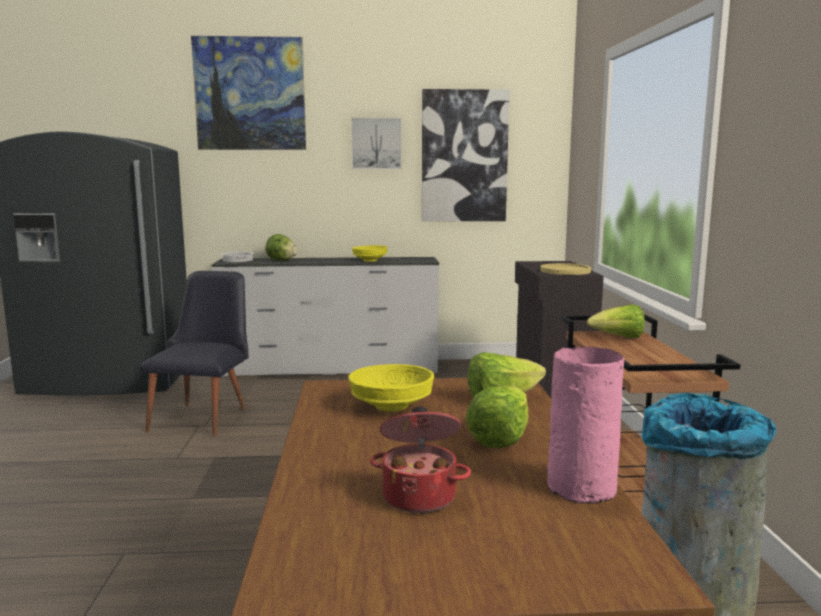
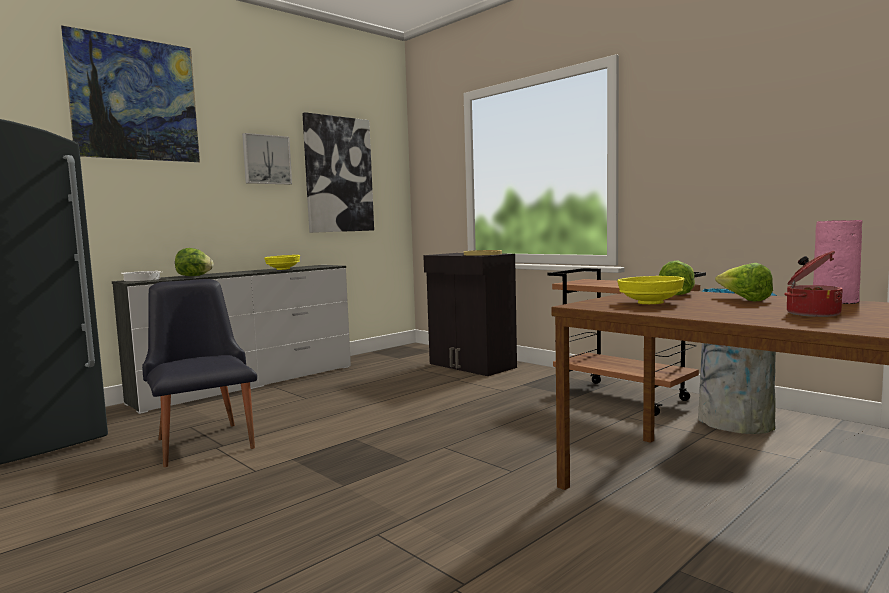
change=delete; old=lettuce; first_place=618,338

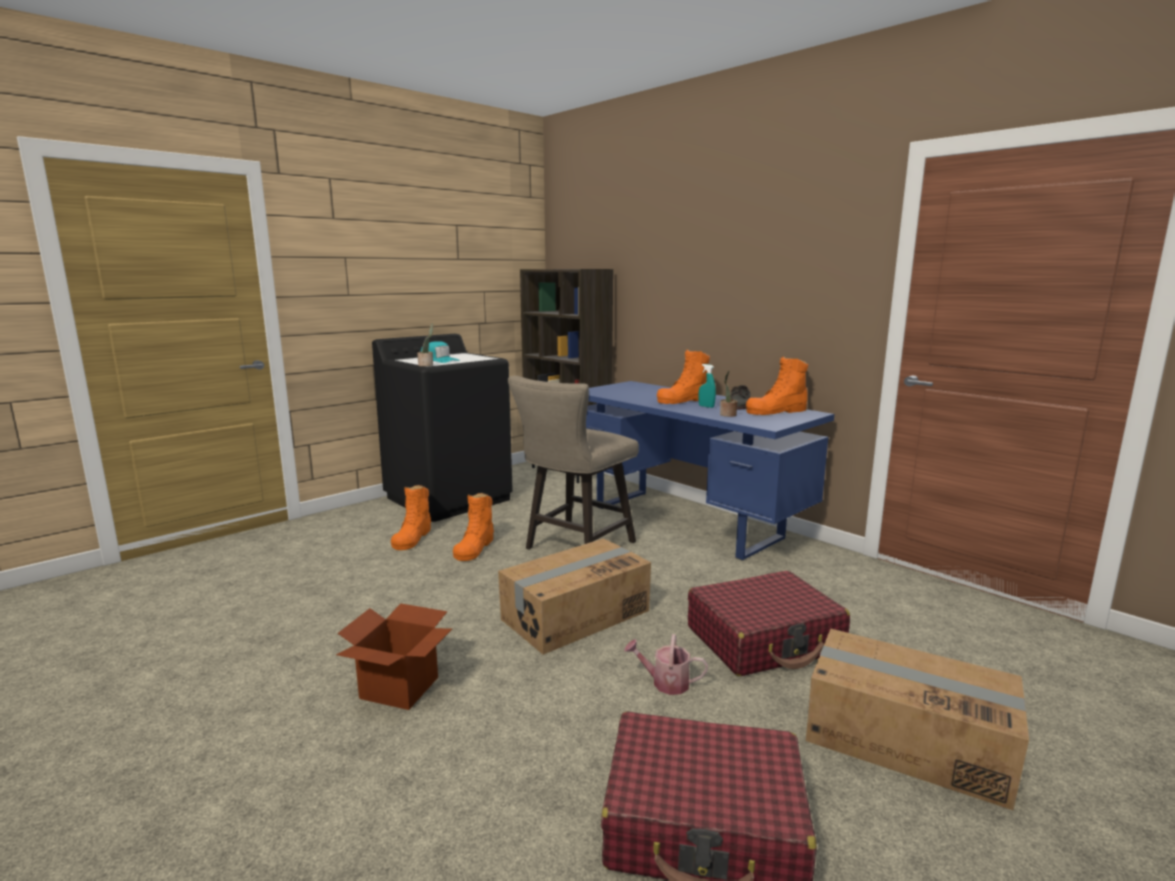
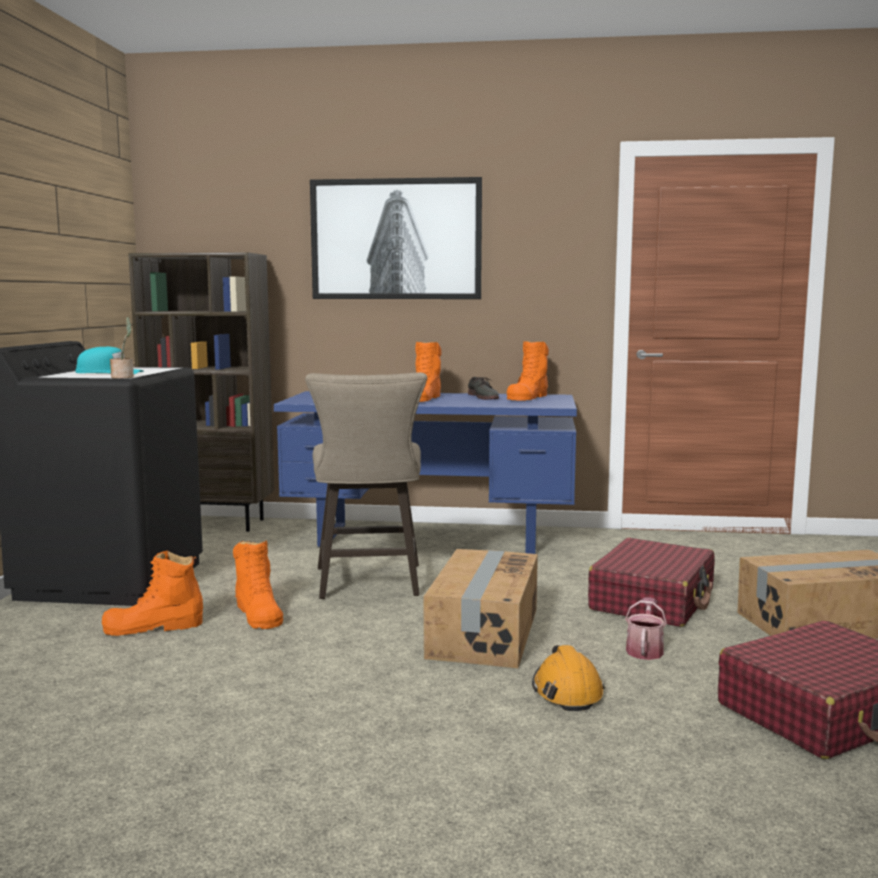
change=rotate; old=boot/orange; first_place=412,538; second_place=153,627; degrees=105
change=insert; new=picture; second_place=396,239
change=insert; new=hard hat/orange; second_place=566,691
change=rotate; old=watering can; first_place=665,683; second_place=644,649; degrees=135
change=delete; old=cardboard box; first_place=399,688
change=delete; old=spray bottle/turquoise; first_place=706,406
change=delete; old=potted plant; first_place=727,415

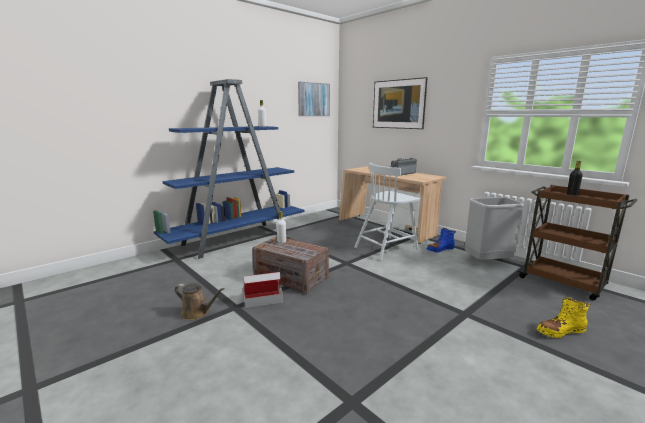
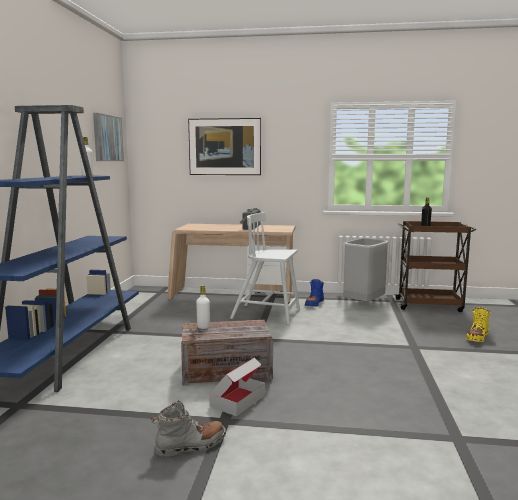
change=replace; old=watering can/brown; new=boot/grey; first_place=197,313; second_place=191,445
change=rotate; old=chair/white; first_place=386,248; second_place=267,314; degrees=90

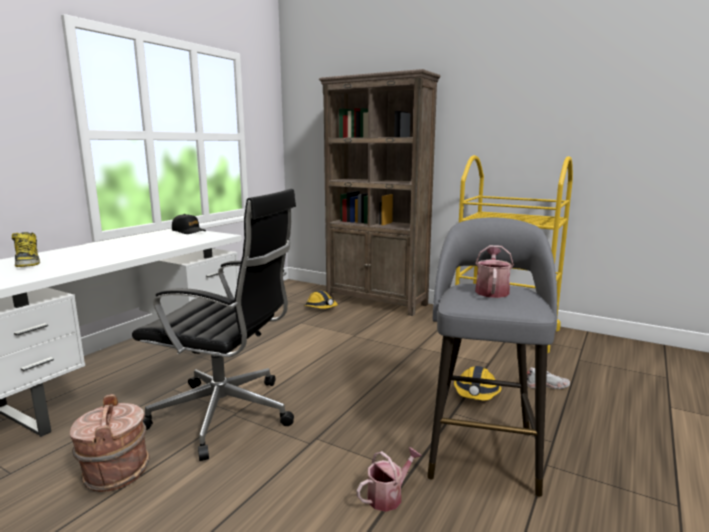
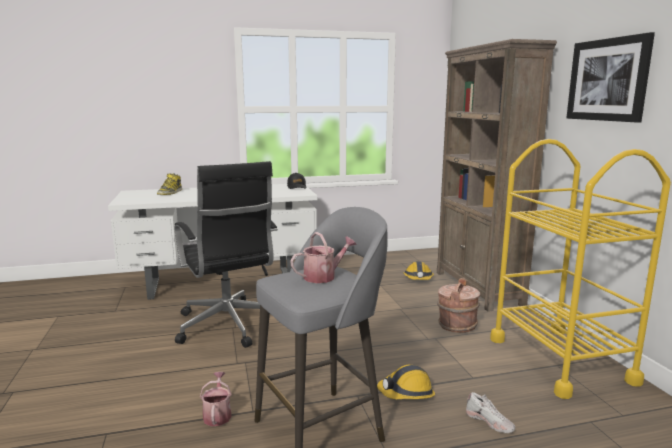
change=rotate; old=watering can; first_place=388,496; second_place=217,414; degrees=-105
change=move; old=bucket/brown; first_place=115,472; second_place=456,325
change=insert; new=picture; second_place=608,80

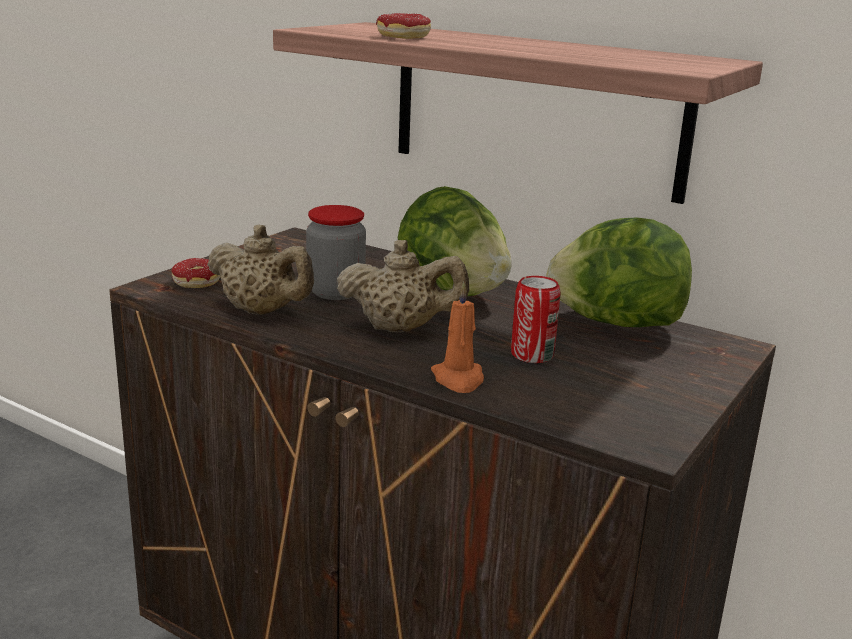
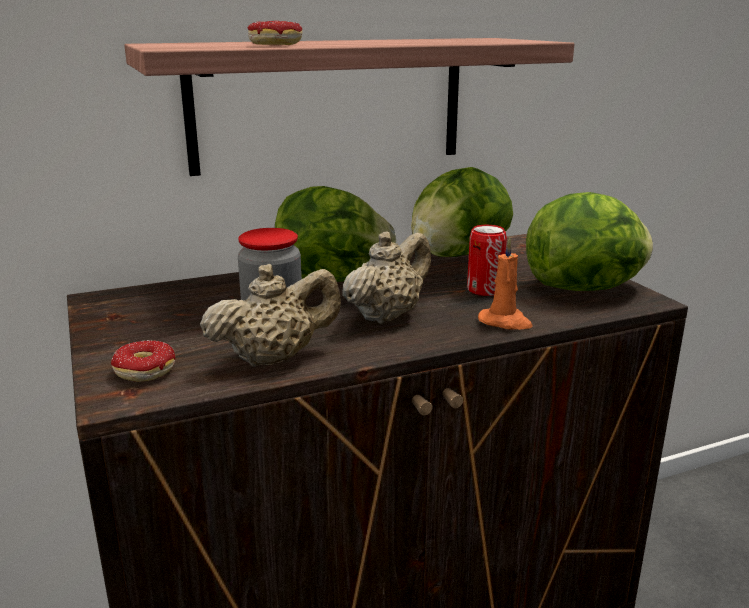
change=insert; new=lettuce; second_place=585,288

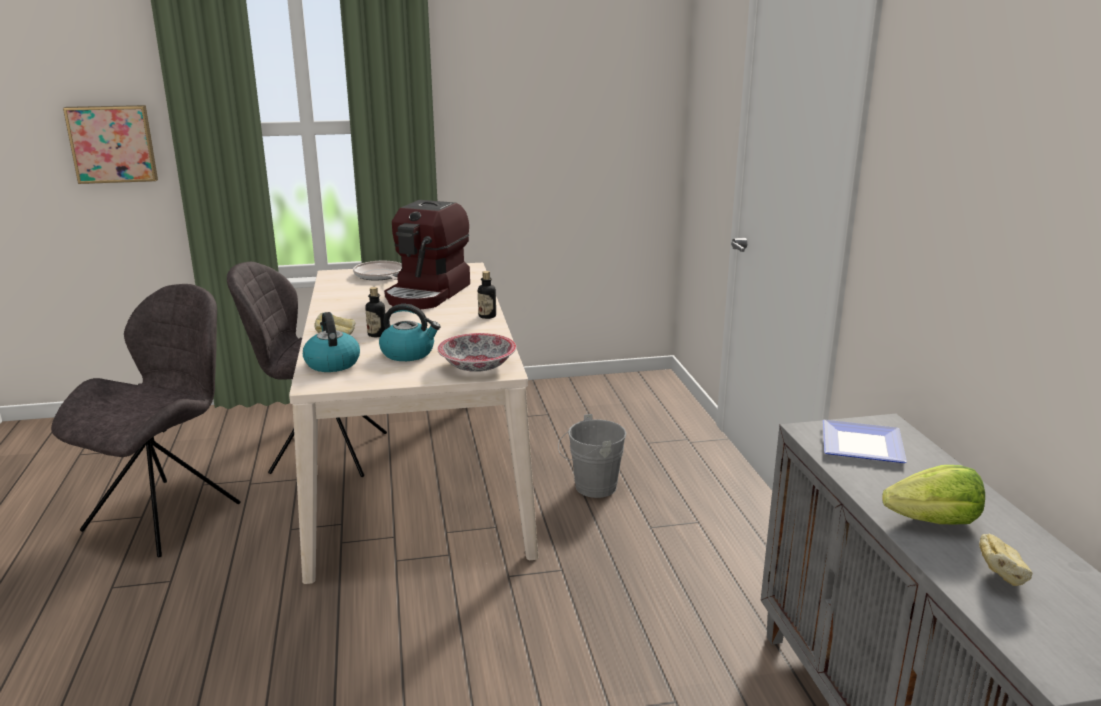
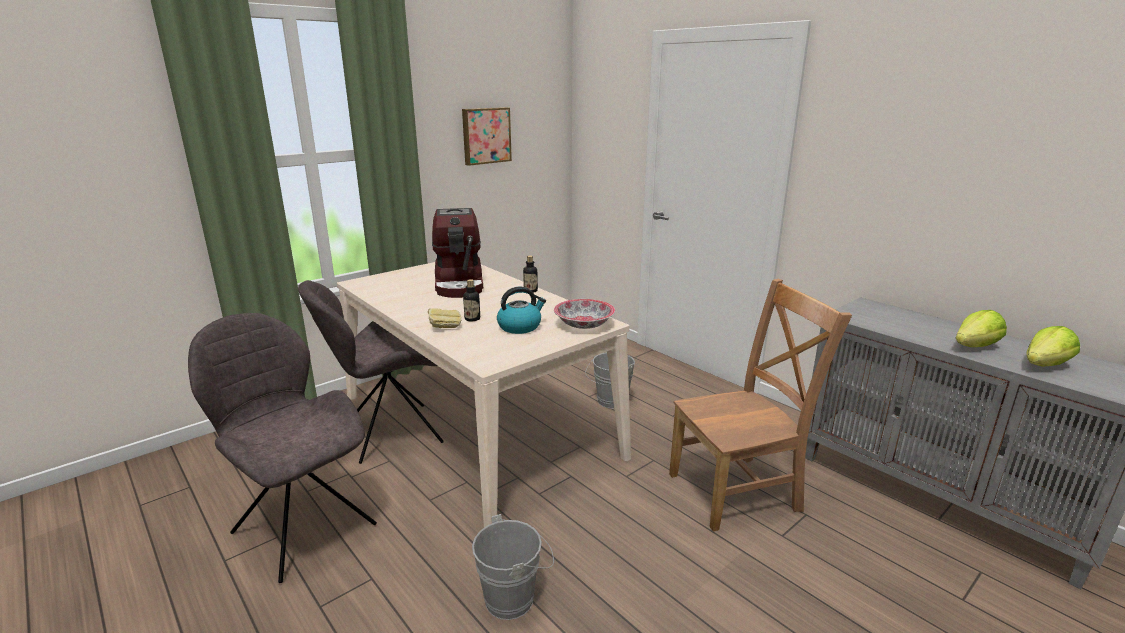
change=rotate; old=chair/grey; first_place=167,514; second_place=302,526; degrees=-45
change=move; old=picture; first_place=113,144; second_place=485,135
change=insert; new=bucket/grey; second_place=515,598
change=insert; new=chair/brown; second_place=738,491
change=replace; old=bread; new=lettuce; first_place=999,578; second_place=1044,365
change=delete; old=kettle; first_place=332,363
change=delete; old=frying pan; first_place=380,276
change=delete; old=plate; first_place=859,446

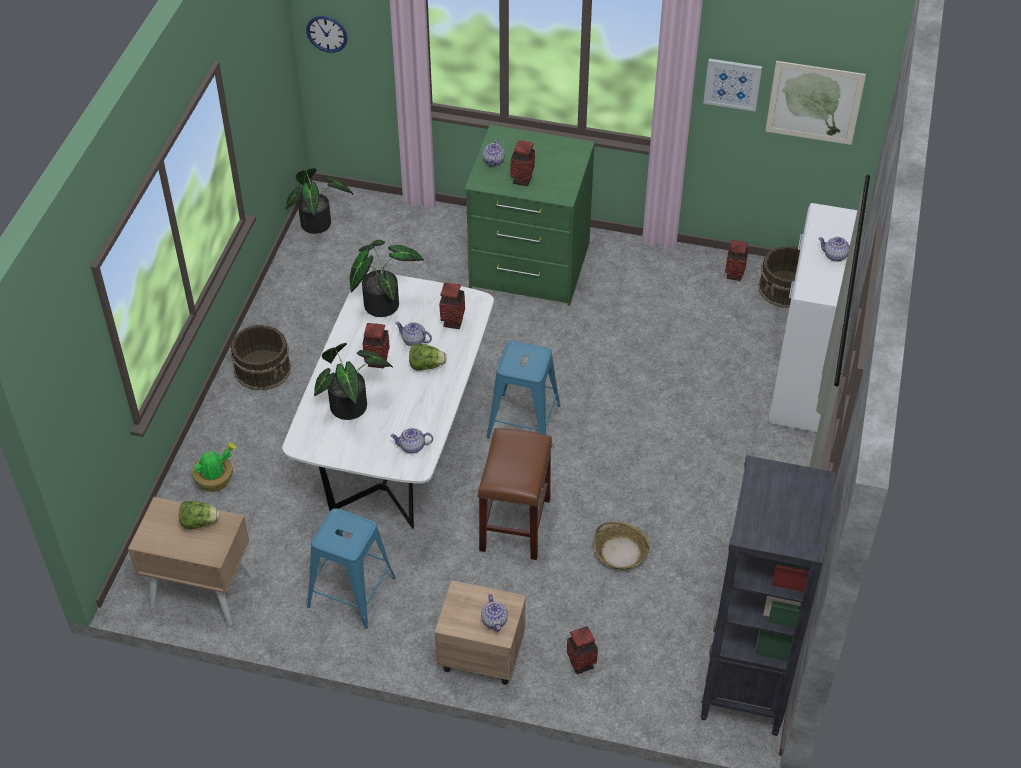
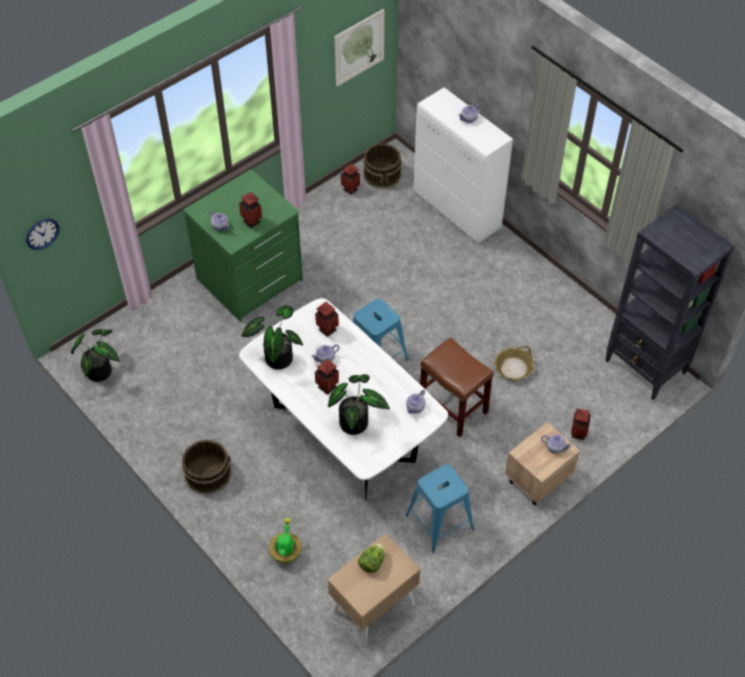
change=delete; old=lettuce; first_place=426,365
change=delete; old=picture; first_place=732,83

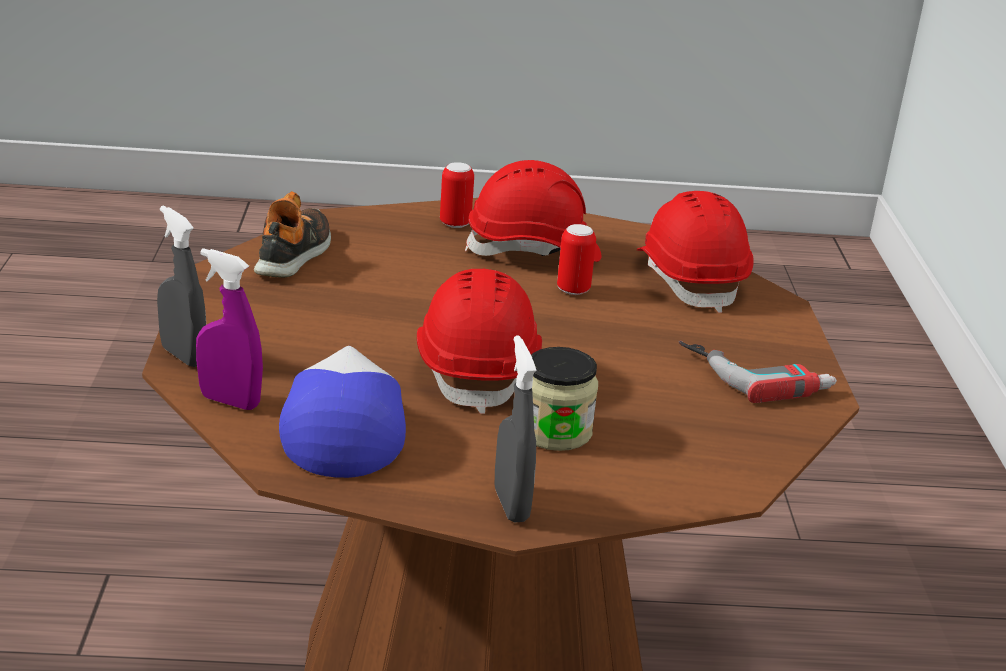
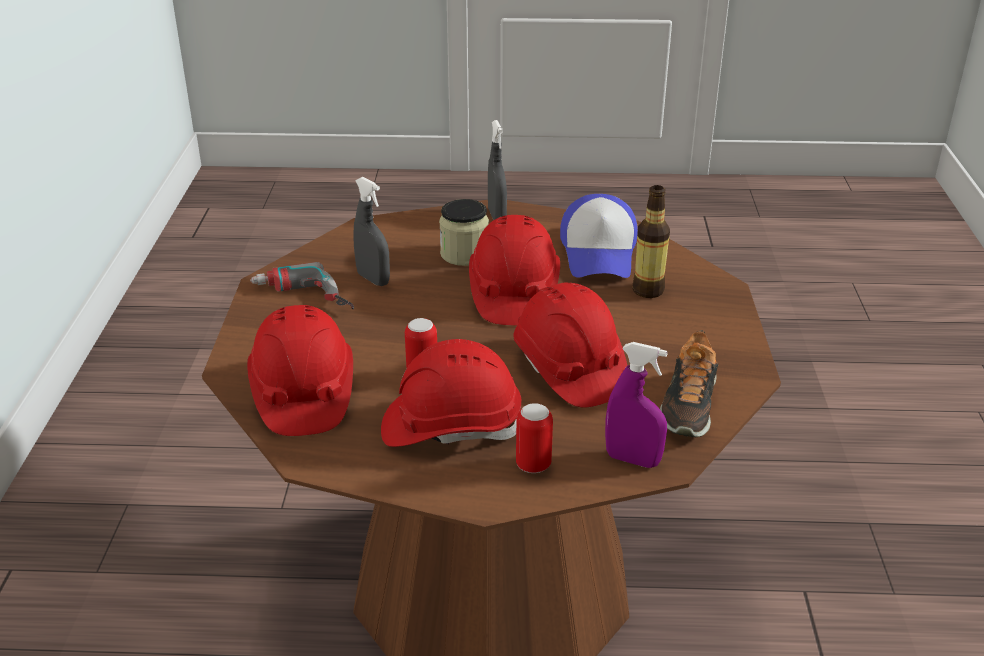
change=move; old=spray bottle/grey; first_place=183,356; second_place=373,279
change=insert; new=hard hat/red; second_place=569,369
change=move; old=spray bottle/purple; first_place=230,401; second_place=632,459
change=insert; new=bottle; second_place=648,290

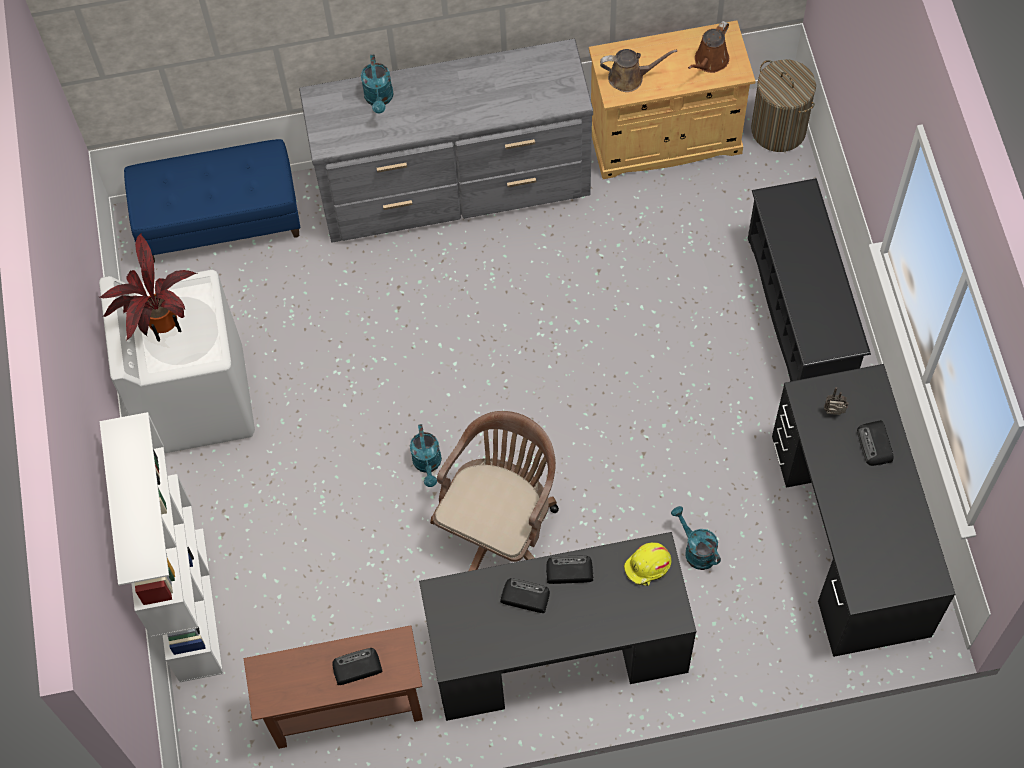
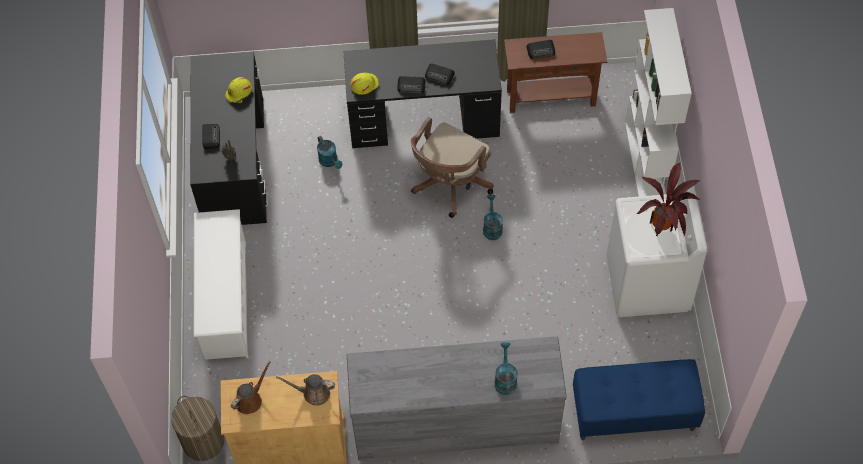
change=recolor; old=shoe rack/black; new=shoe rack/white; first_place=800,312; second_place=226,300
change=insert; new=hard hat/yellow; second_place=239,93

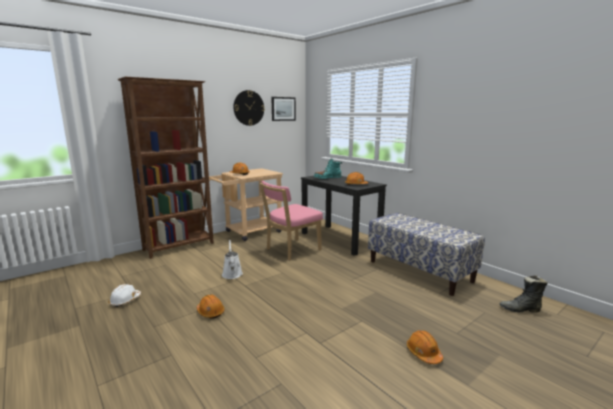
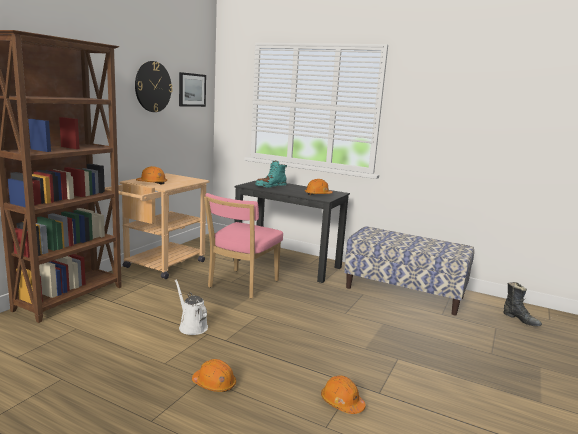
change=move; old=hard hat/orange; first_place=423,353; second_place=341,403
change=rotate; old=boot/black; first_place=520,309; second_place=520,319; degrees=-105
change=delete; old=hard hat/white; first_place=125,300

